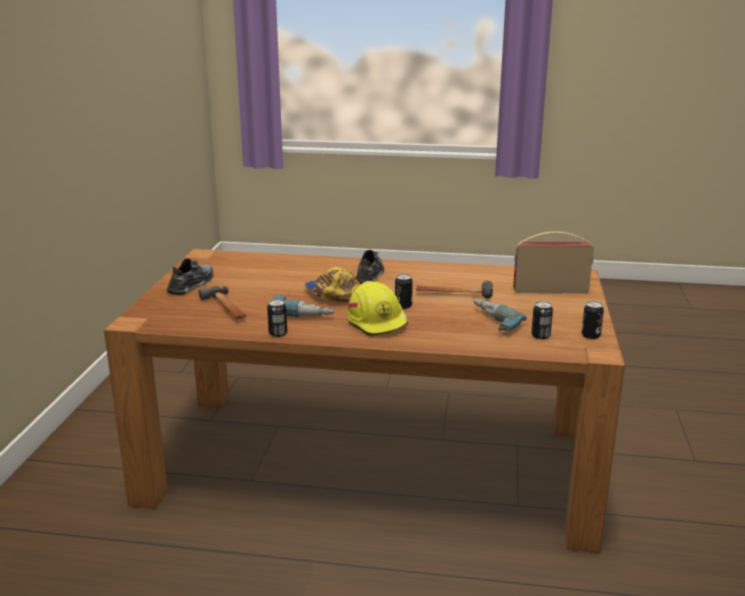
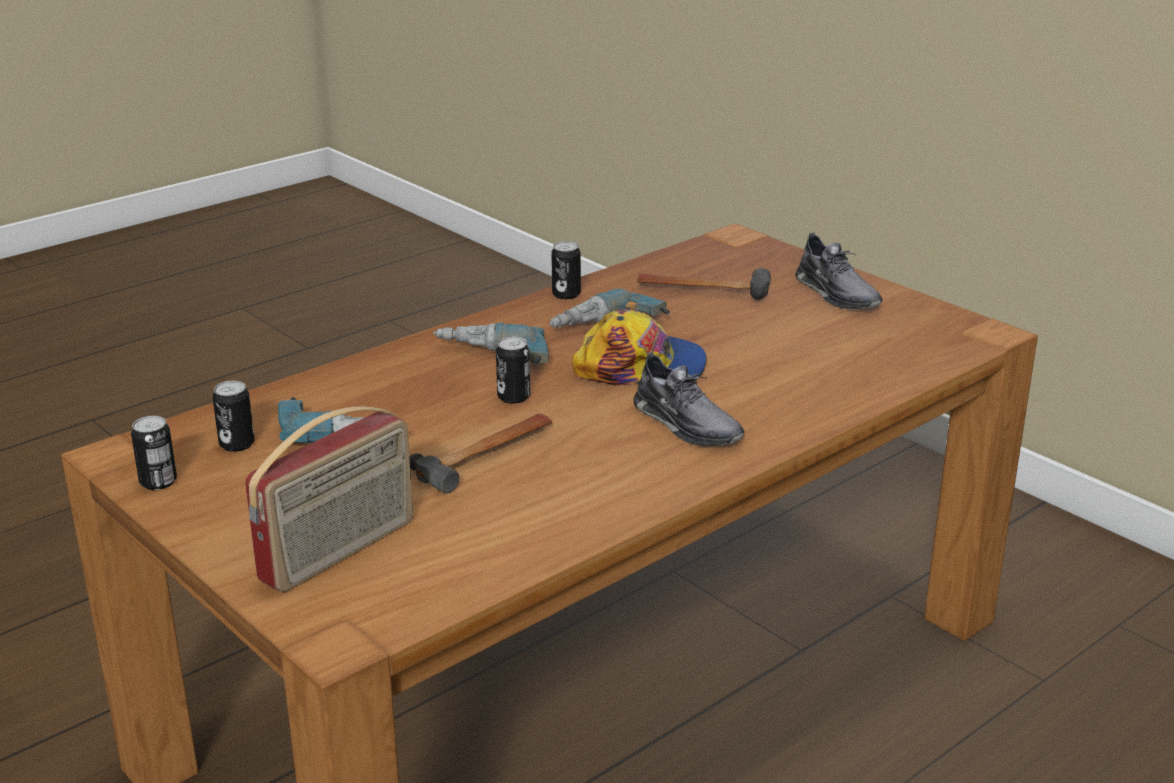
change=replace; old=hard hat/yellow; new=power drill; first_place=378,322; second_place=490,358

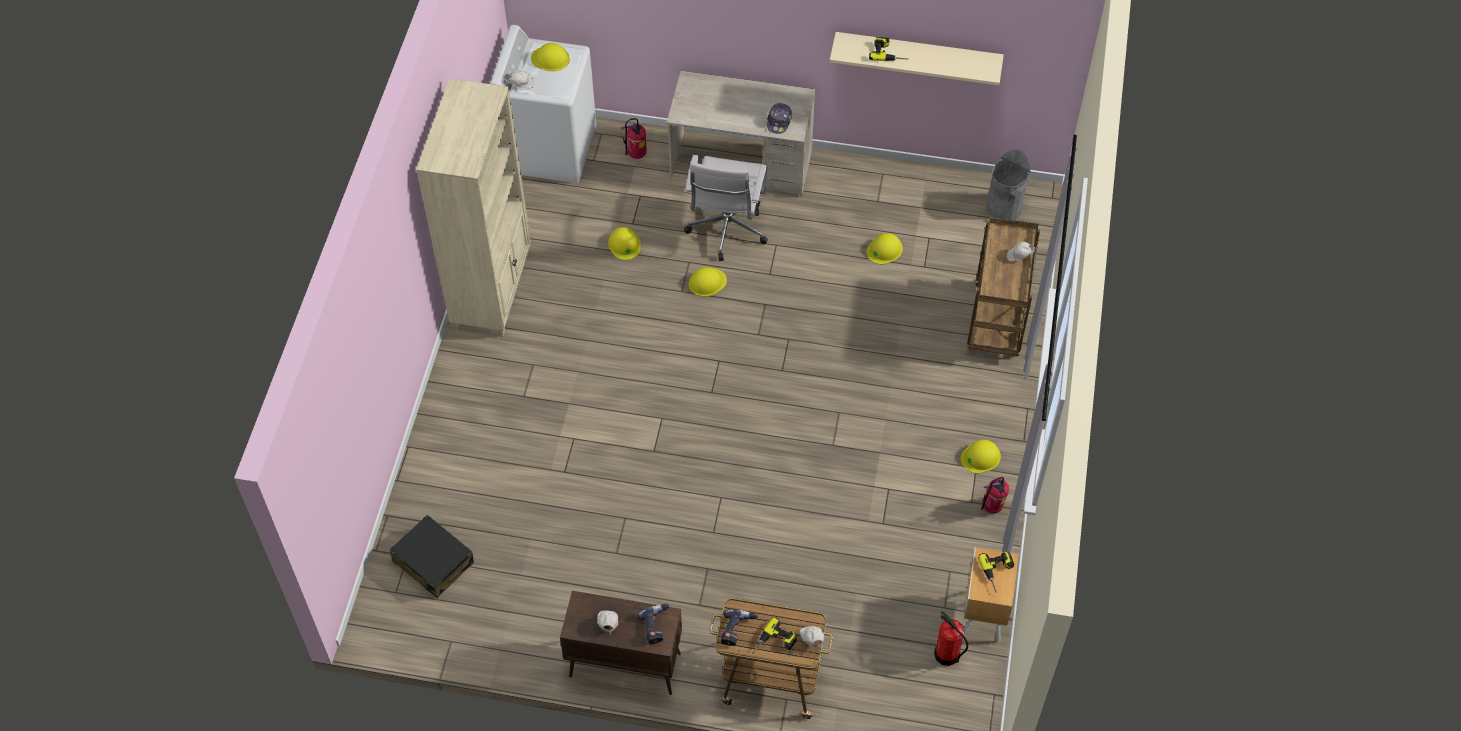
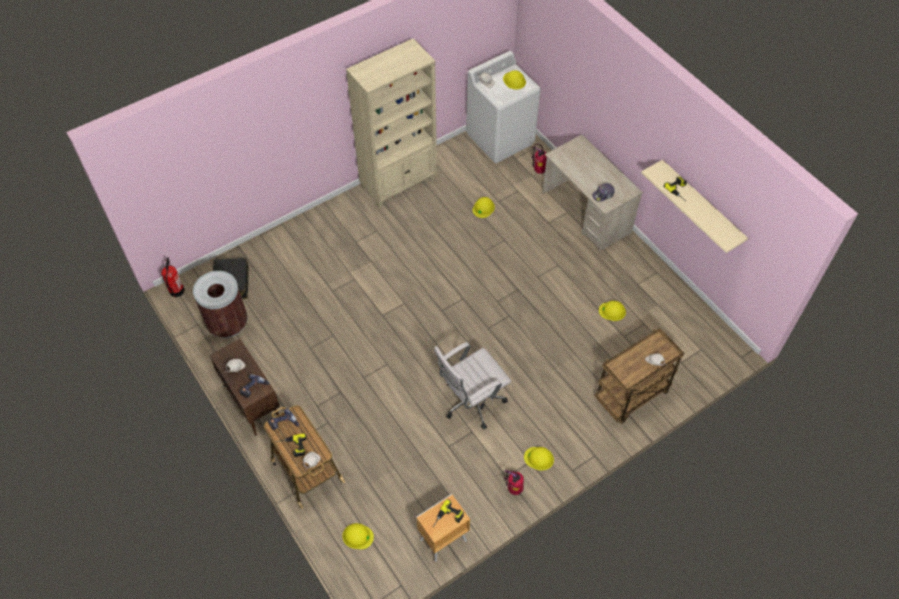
change=move; old=fire extinguisher; first_place=946,655; second_place=176,291
change=insert; new=trash can/brown; second_place=227,323
change=move; old=hard hat/yellow; first_place=707,282; second_place=357,536
change=move; old=office chair/white; first_place=726,231; second_place=471,403
change=delete; old=trash can/grey; first_place=1004,208

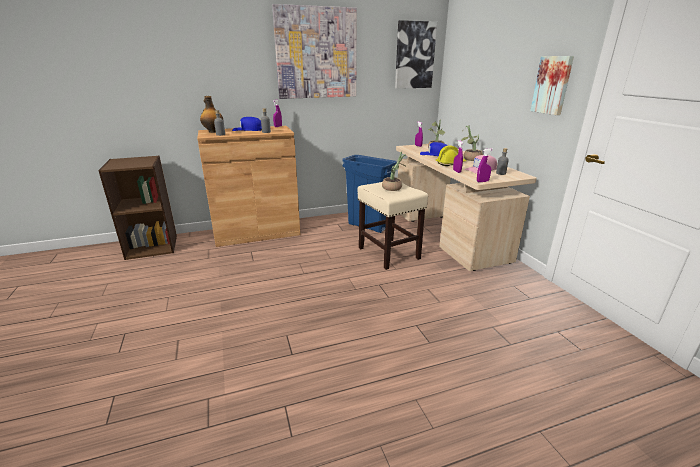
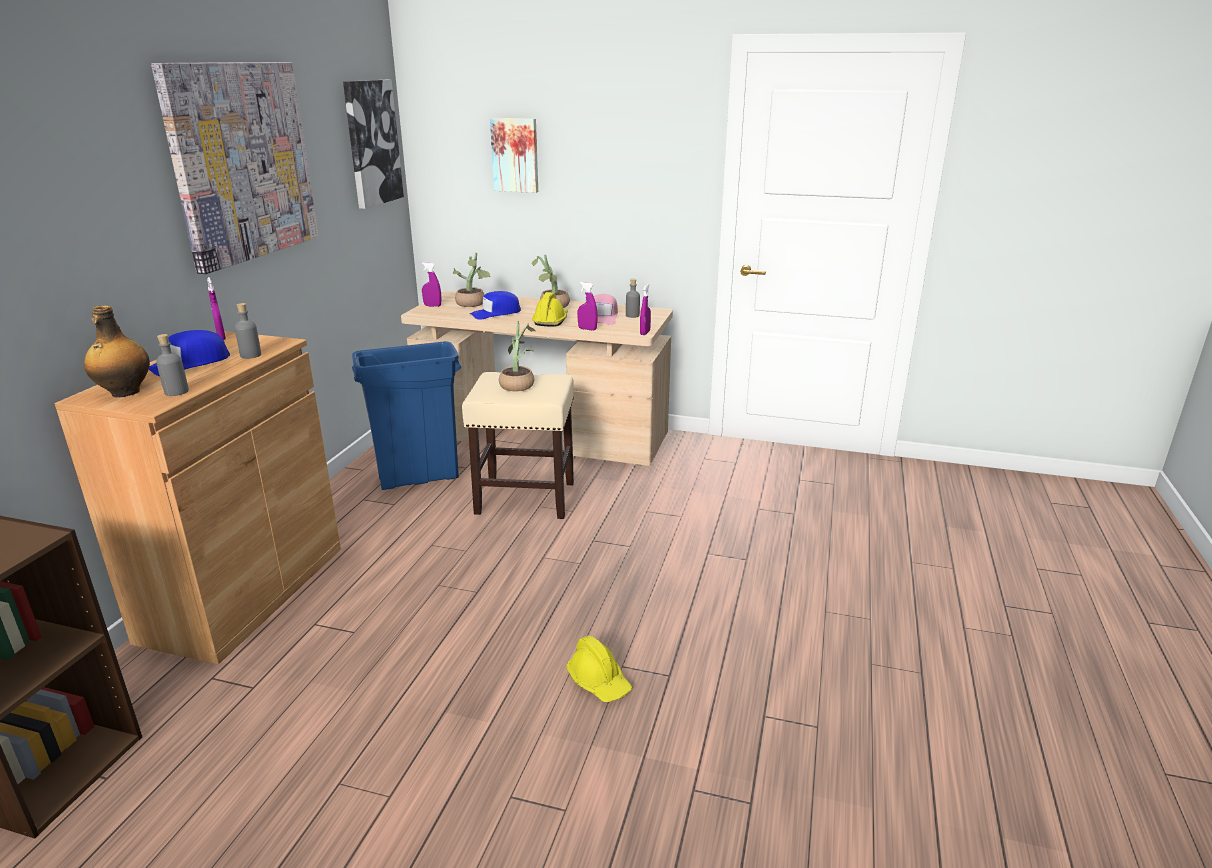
change=move; old=picture; first_place=552,85; second_place=515,155
change=insert; new=hard hat/yellow; second_place=599,681

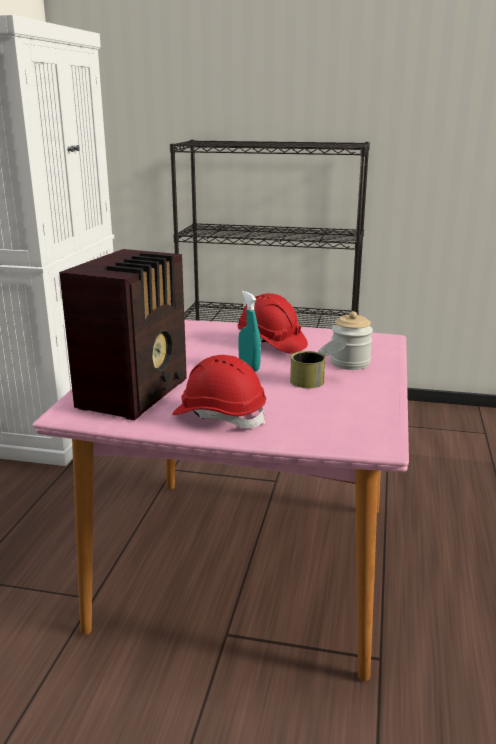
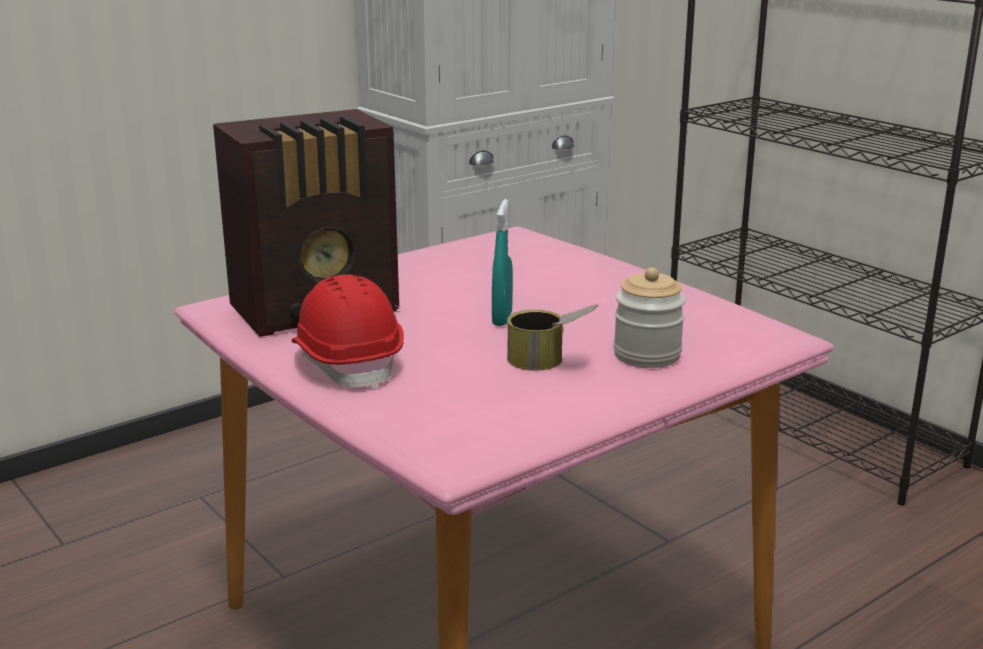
change=delete; old=hard hat/red; first_place=271,343

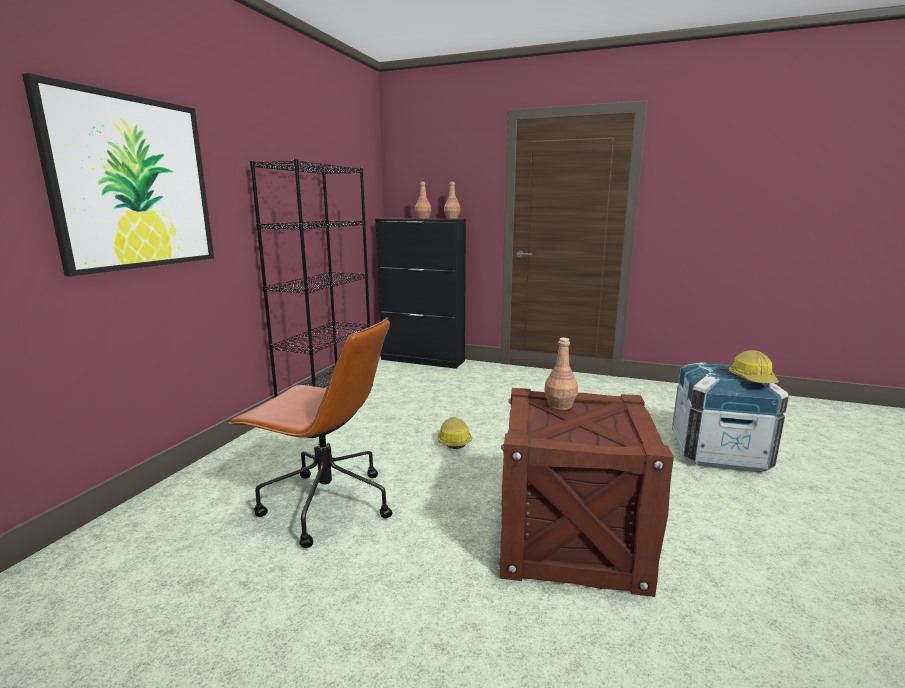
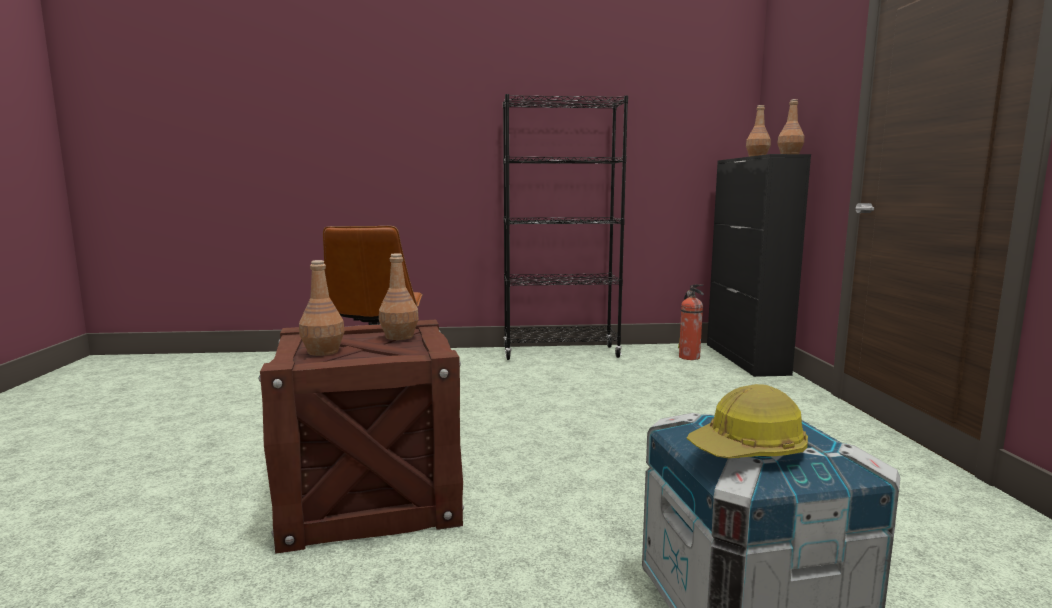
change=insert; new=bottle/brown; second_place=322,351
change=insert; new=fire extinguisher; second_place=690,357
change=delete; old=picture; first_place=133,183
change=delete; old=hard hat; first_place=453,440

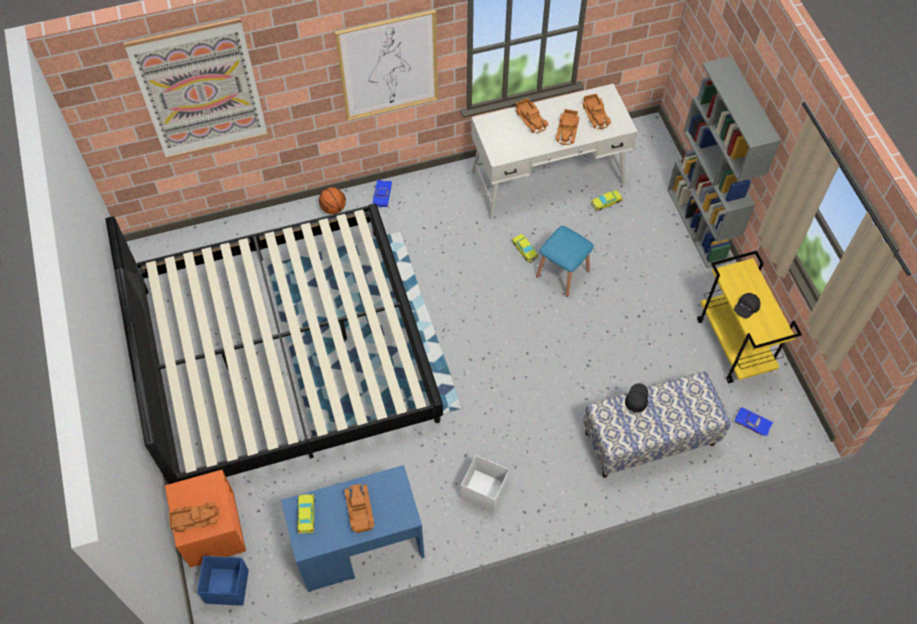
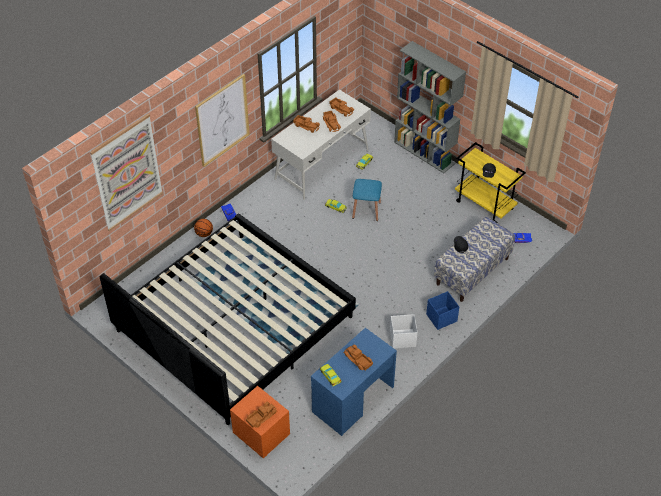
change=move; old=storage box/blue; first_place=226,586; second_place=441,318

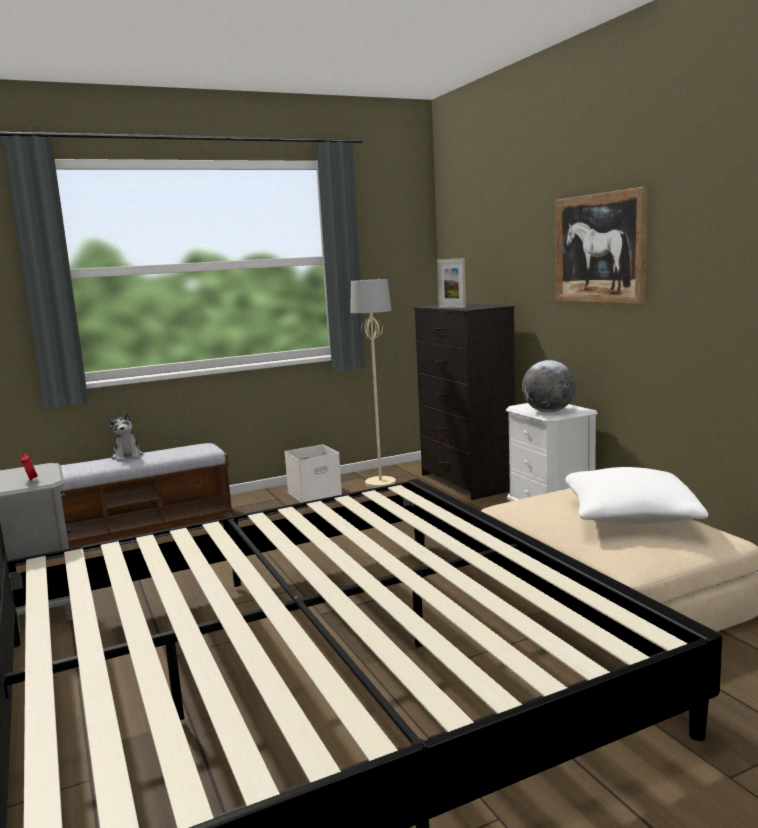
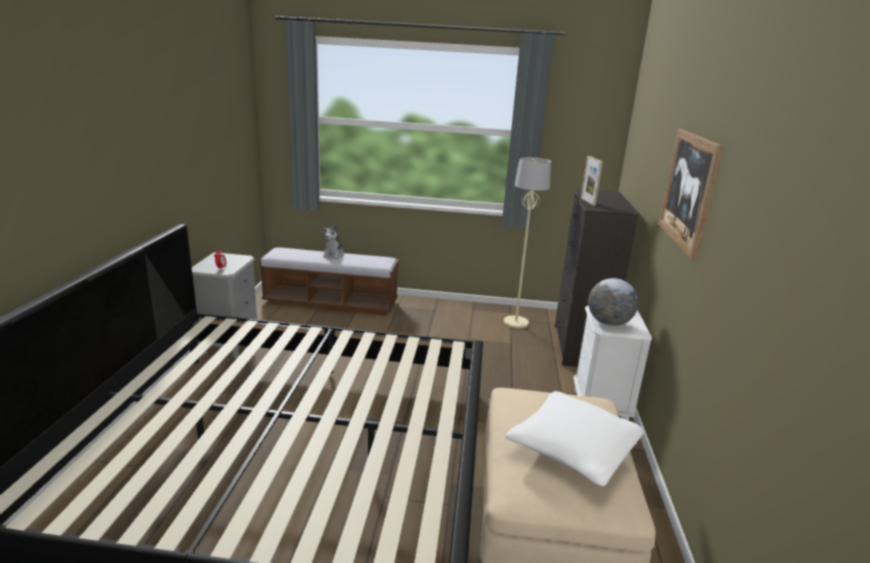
change=delete; old=storage box/white; first_place=315,492

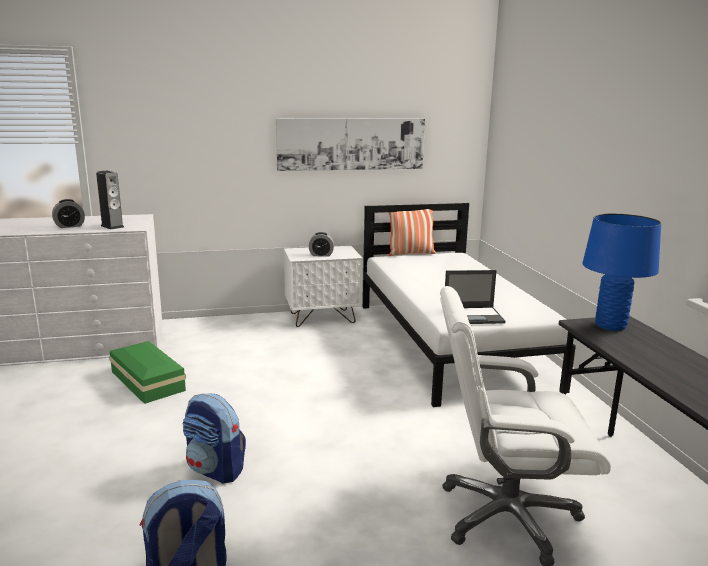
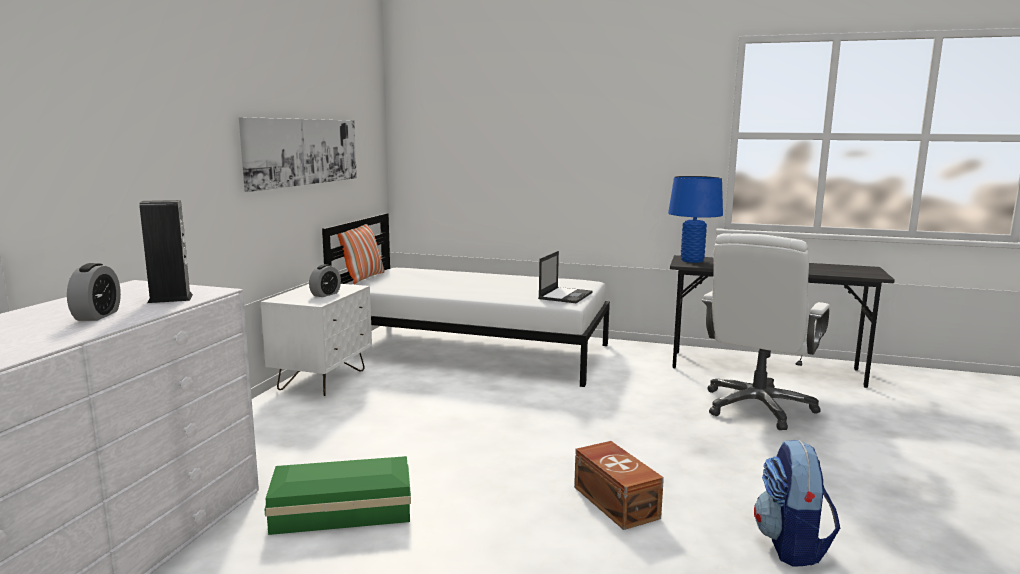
change=replace; old=backpack; new=storage box/brown; first_place=215,470; second_place=616,501

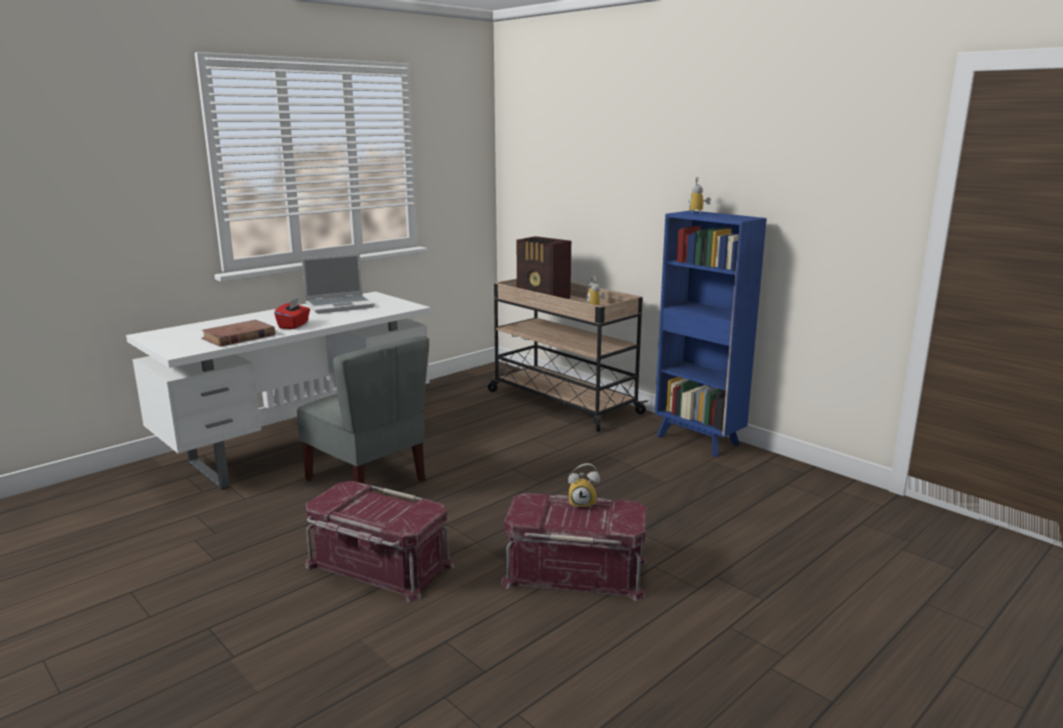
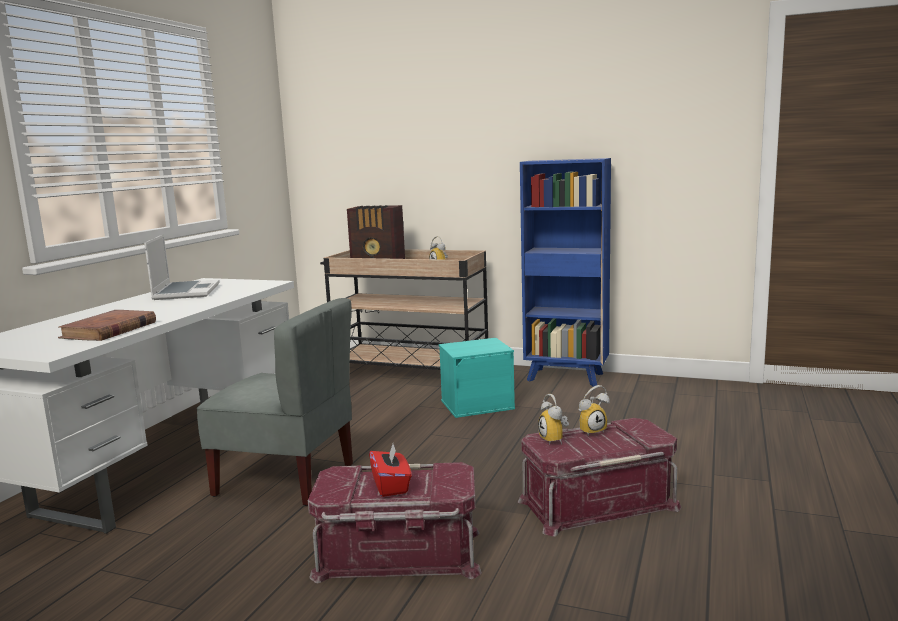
change=rotate; old=laptop; first_place=340,305; second_place=186,292; degrees=-45
change=move; old=tissue box/red; first_place=294,325; second_place=391,486
change=insert; new=storage box/turquoise; second_place=477,404
change=move; old=alarm clock; first_place=699,213; second_place=555,440

